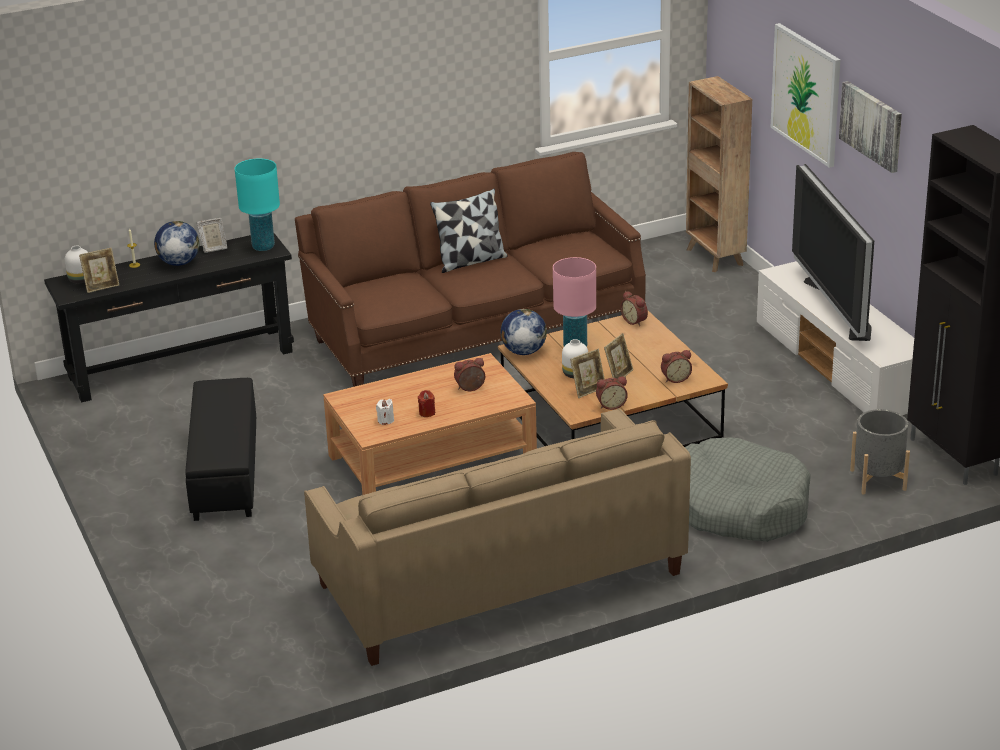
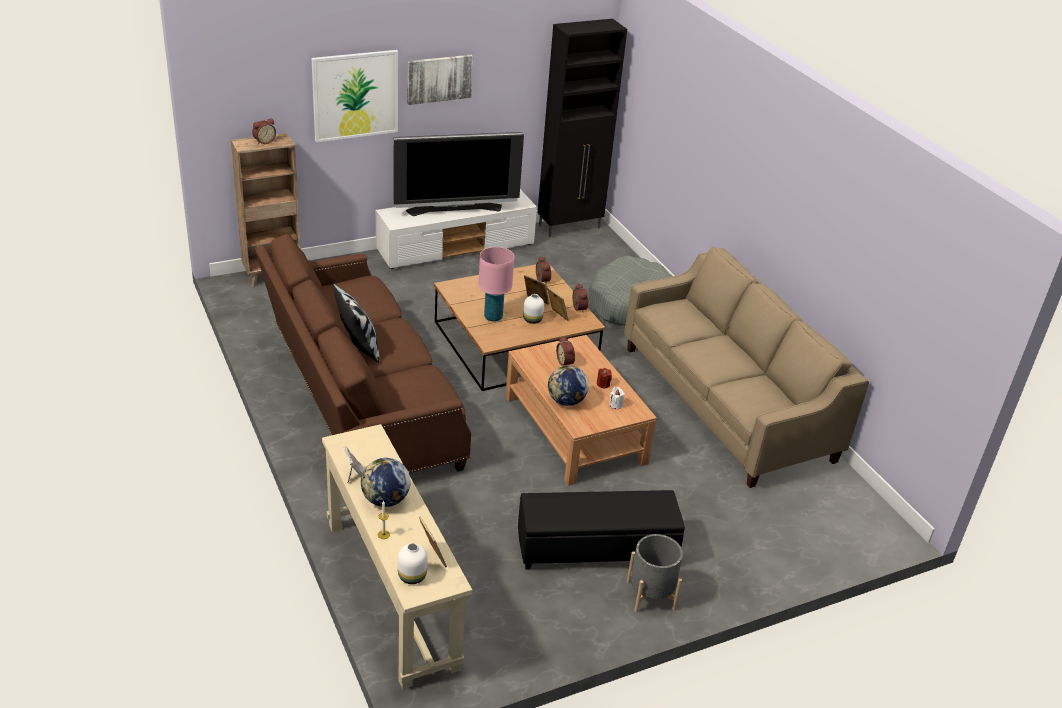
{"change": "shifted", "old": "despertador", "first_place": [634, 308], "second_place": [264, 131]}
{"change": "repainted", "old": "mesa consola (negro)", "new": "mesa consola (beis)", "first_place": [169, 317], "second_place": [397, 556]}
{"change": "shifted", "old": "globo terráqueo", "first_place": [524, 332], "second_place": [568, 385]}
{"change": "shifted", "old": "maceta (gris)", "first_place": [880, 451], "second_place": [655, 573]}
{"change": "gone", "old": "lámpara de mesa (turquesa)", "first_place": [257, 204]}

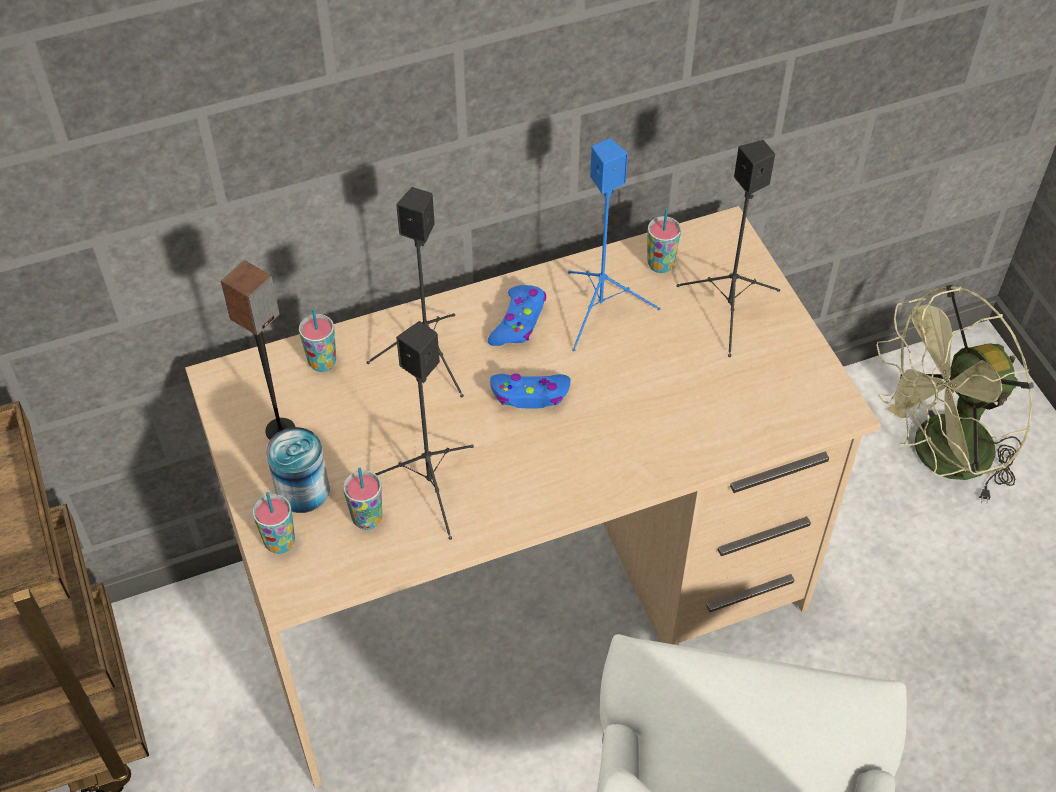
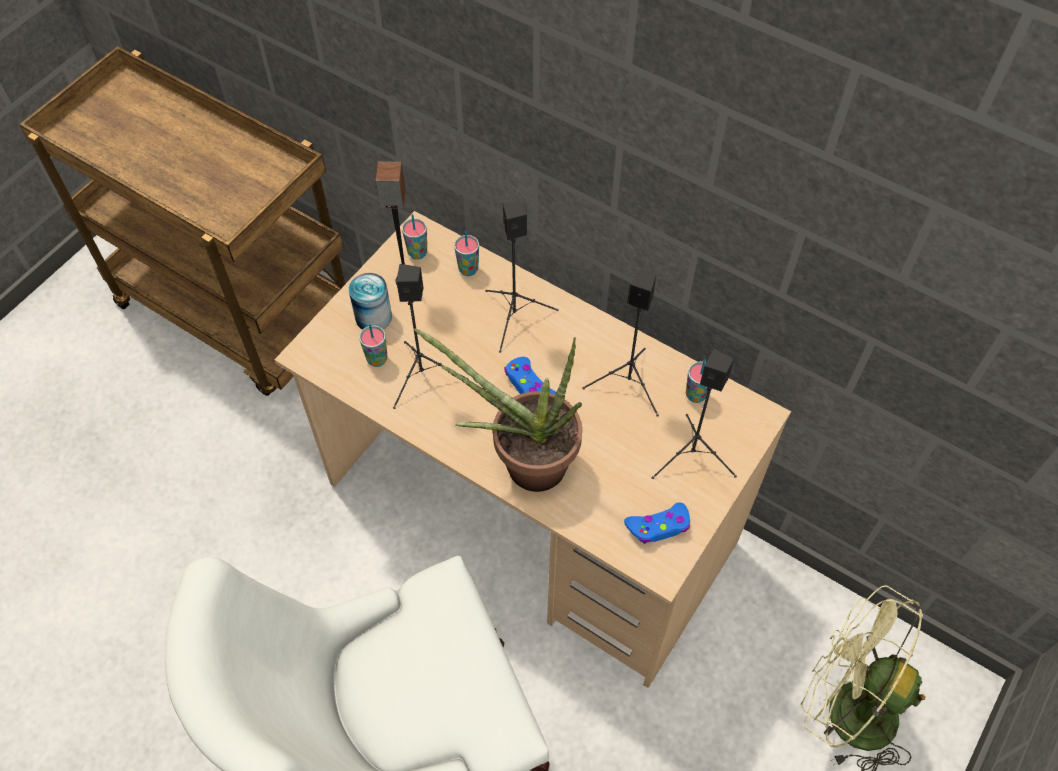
{"change": "shifted", "old": "taza", "first_place": [273, 523], "second_place": [414, 237]}
{"change": "new", "new": "planta en maceta", "second_place": [498, 410]}
{"change": "repainted", "old": "altavoz (azul)", "new": "altavoz (negro)", "first_place": [614, 244], "second_place": [620, 343]}
{"change": "shifted", "old": "mando de consola (azul)", "first_place": [517, 315], "second_place": [657, 523]}

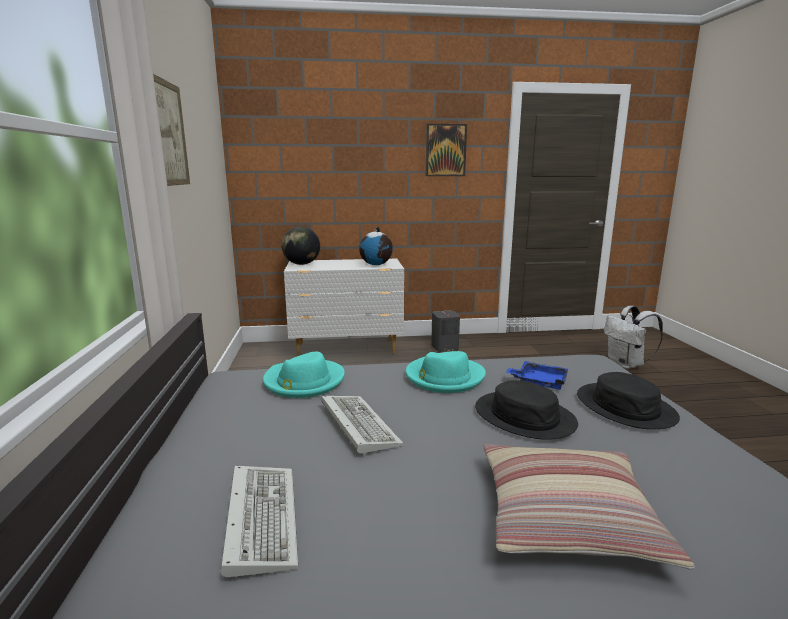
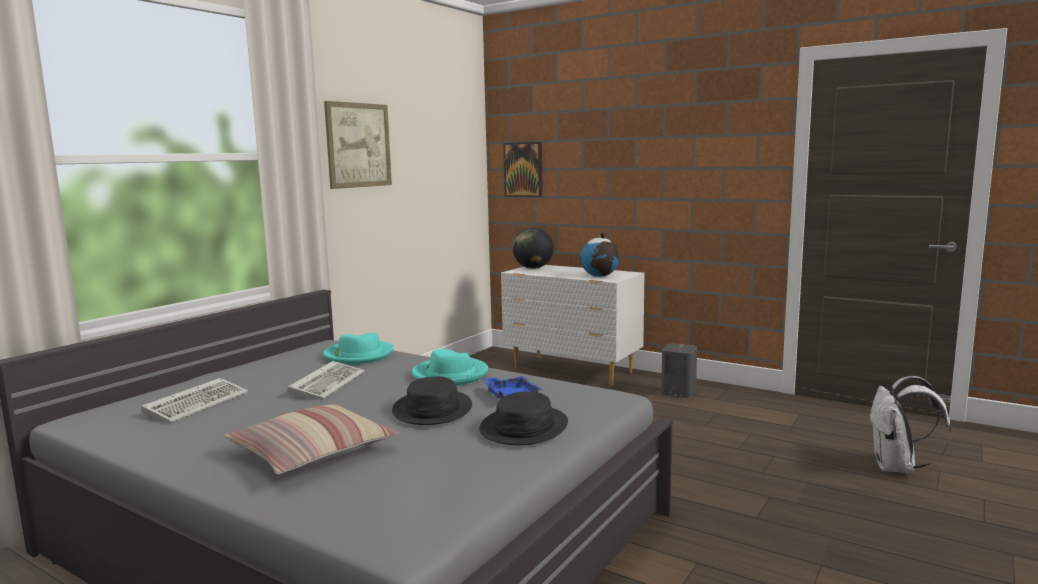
{"change": "shifted", "old": "cuadro", "first_place": [446, 150], "second_place": [523, 169]}

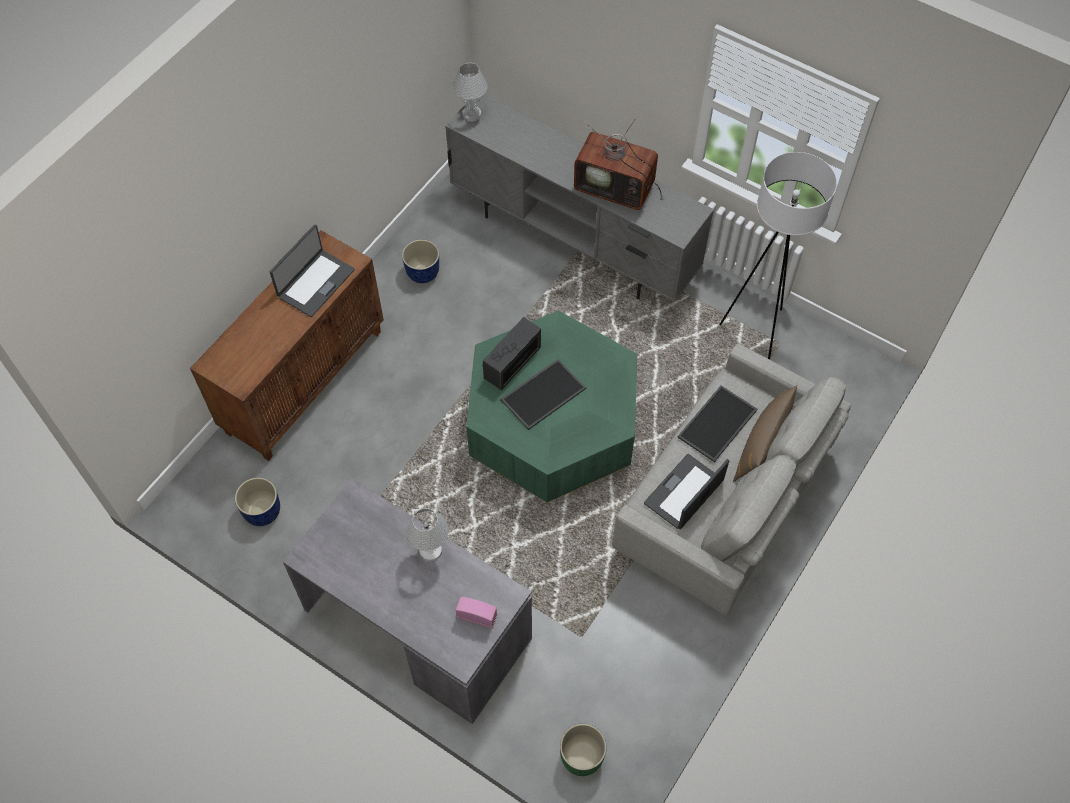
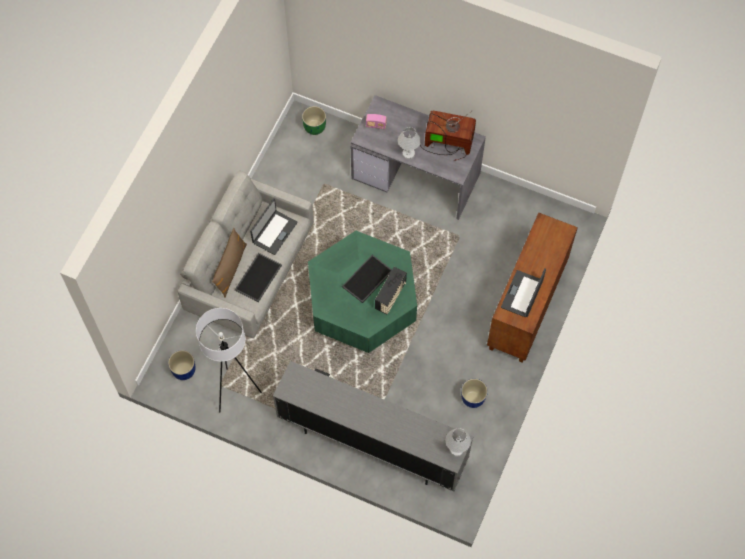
{"change": "shifted", "old": "maceta (azul)", "first_place": [257, 501], "second_place": [181, 365]}
{"change": "shifted", "old": "televisor", "first_place": [618, 164], "second_place": [448, 136]}

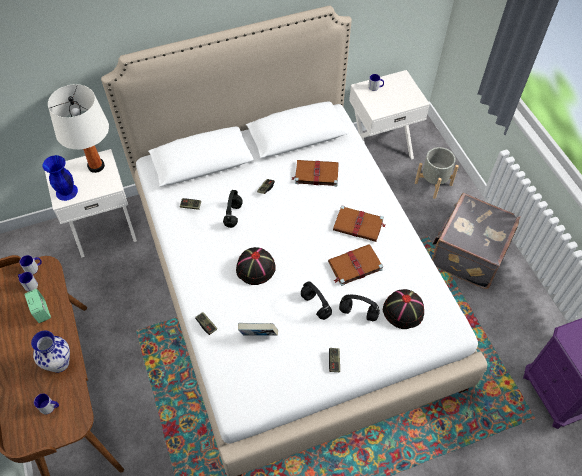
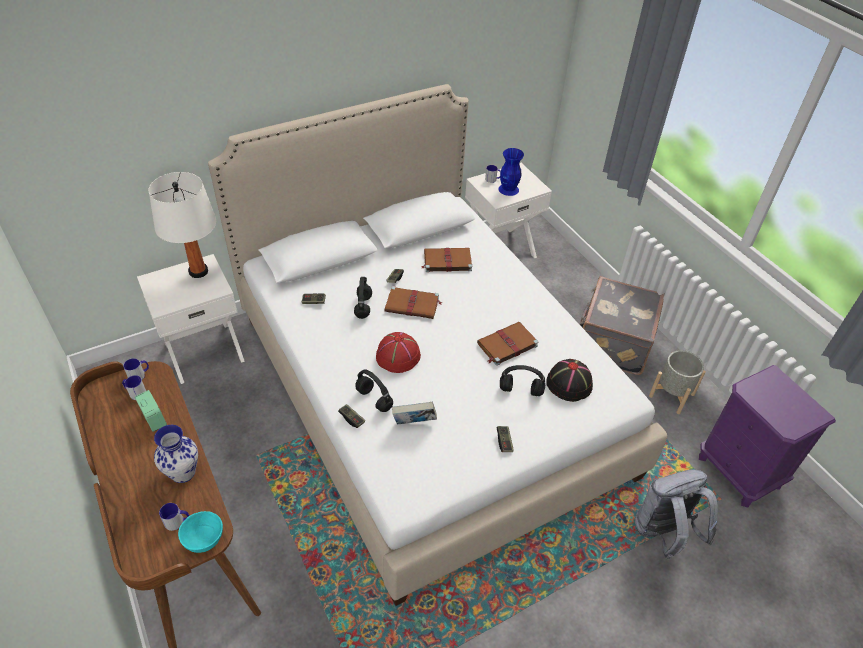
{"change": "new", "new": "cuenco (turquesa)", "second_place": [200, 532]}
{"change": "shifted", "old": "auriculares (negro)", "first_place": [316, 300], "second_place": [374, 390]}
{"change": "repainted", "old": "sombrero (negro)", "new": "sombrero (rojo)", "first_place": [256, 266], "second_place": [398, 352]}
{"change": "shifted", "old": "libro (marrón)", "first_place": [359, 224], "second_place": [413, 302]}
{"change": "shifted", "old": "florero (azul)", "first_place": [60, 178], "second_place": [511, 172]}
{"change": "new", "new": "mochila (gris)", "second_place": [676, 515]}
{"change": "shifted", "old": "maceta (gris)", "first_place": [437, 173], "second_place": [677, 382]}

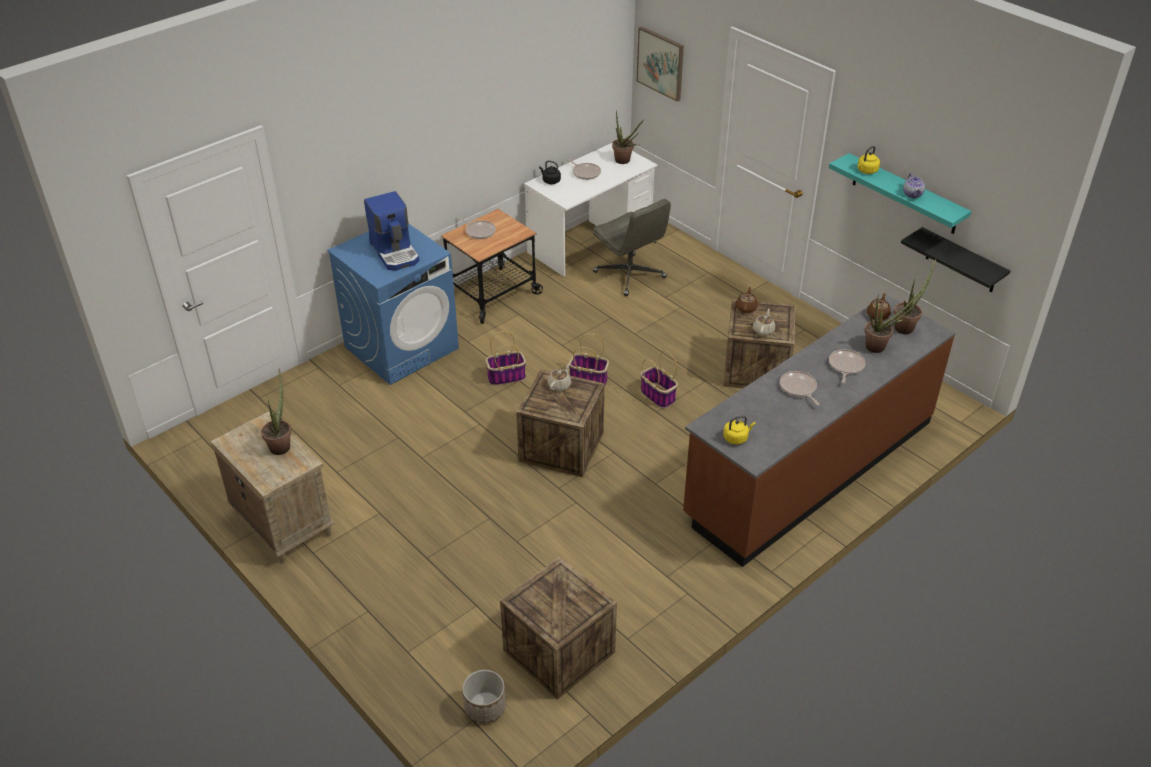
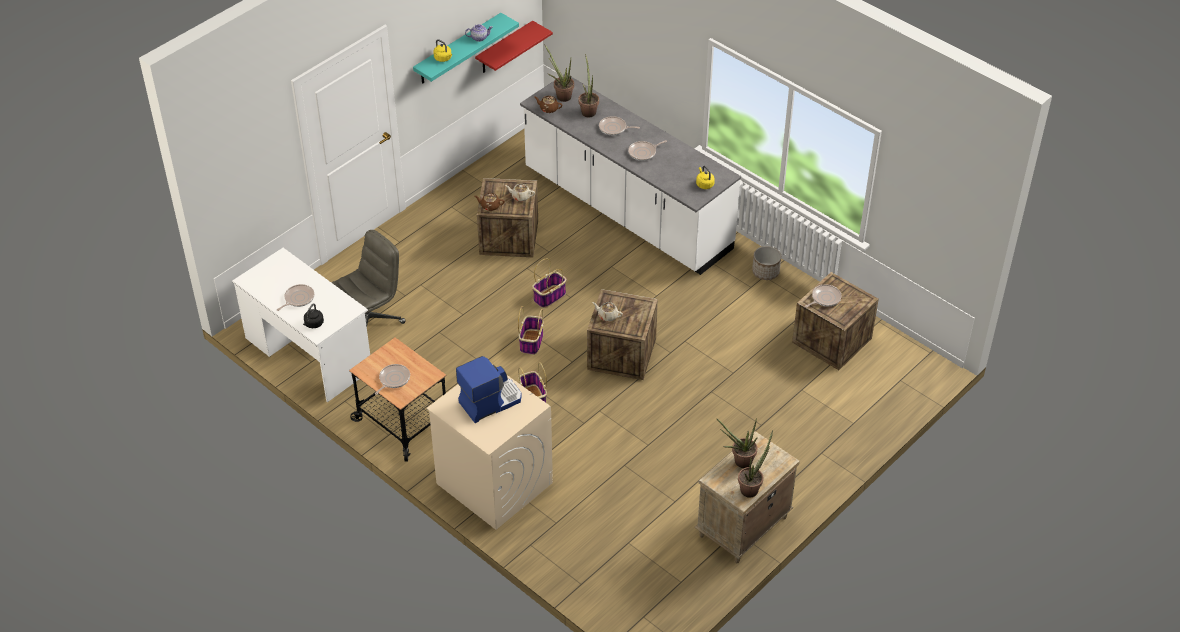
{"change": "repainted", "old": "lavadora (azul)", "new": "lavadora (beis)", "first_place": [393, 304], "second_place": [490, 447]}
{"change": "repainted", "old": "estante (negro)", "new": "estante (rojo)", "first_place": [955, 259], "second_place": [514, 47]}
{"change": "repainted", "old": "mueble bajo de cocina (marrón)", "new": "mueble bajo de cocina (blanco)", "first_place": [819, 431], "second_place": [630, 174]}
{"change": "shifted", "old": "planta en maceta", "first_place": [628, 137], "second_place": [755, 464]}
{"change": "shifted", "old": "maceta", "first_place": [484, 697], "second_place": [766, 263]}
{"change": "new", "new": "sartén", "second_place": [823, 296]}
{"change": "gone", "old": "cuadro", "first_place": [660, 64]}

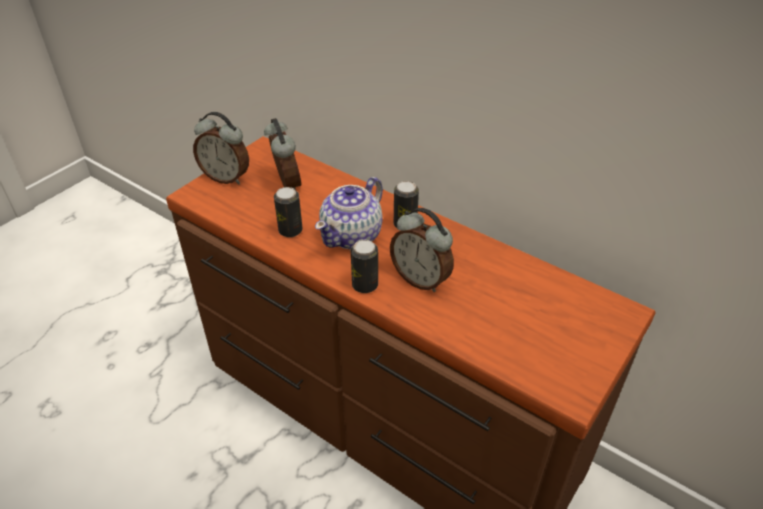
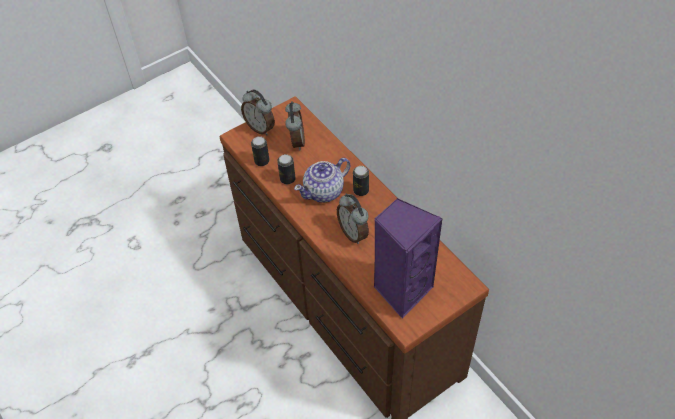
{"change": "shifted", "old": "lata", "first_place": [364, 266], "second_place": [260, 151]}
{"change": "new", "new": "altavoz (morado)", "second_place": [408, 258]}

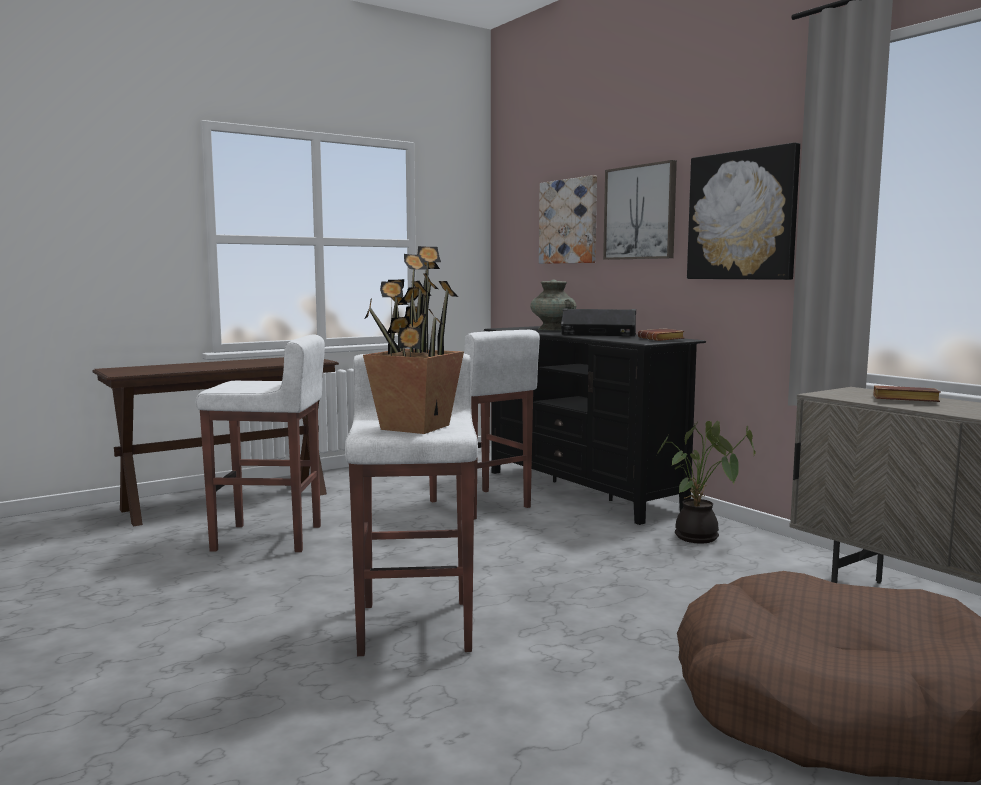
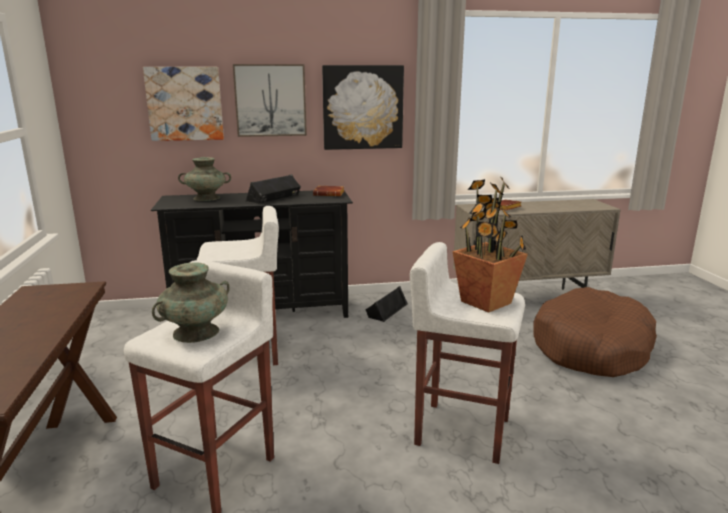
{"change": "new", "new": "florero (turquesa)", "second_place": [191, 302]}
{"change": "swapped", "old": "planta en maceta", "new": "altavoz (negro)", "first_place": [706, 482], "second_place": [387, 304]}

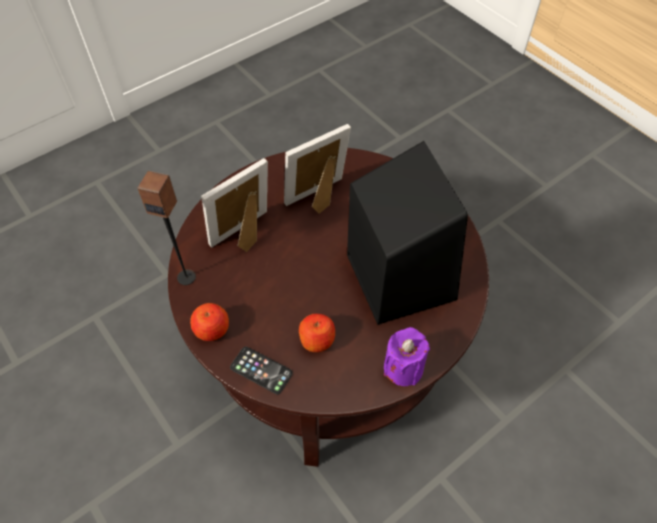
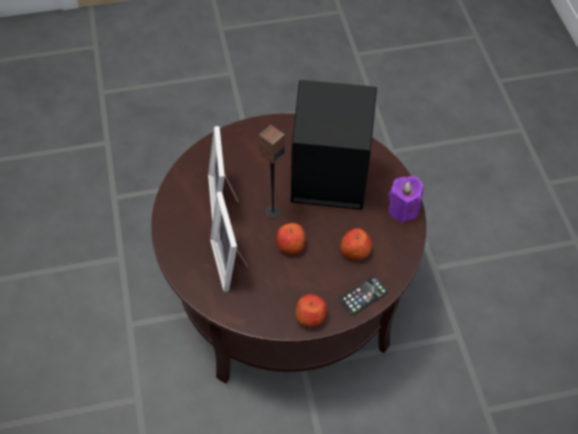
{"change": "shifted", "old": "altavoz", "first_place": [166, 227], "second_place": [272, 172]}
{"change": "new", "new": "manzana", "second_place": [290, 238]}

